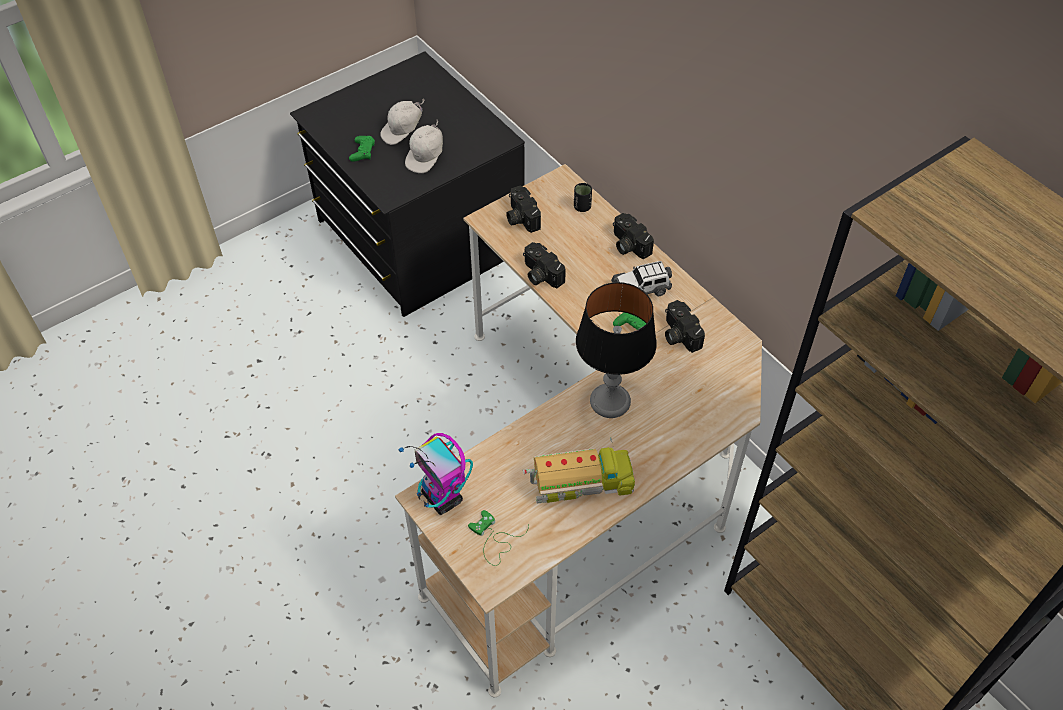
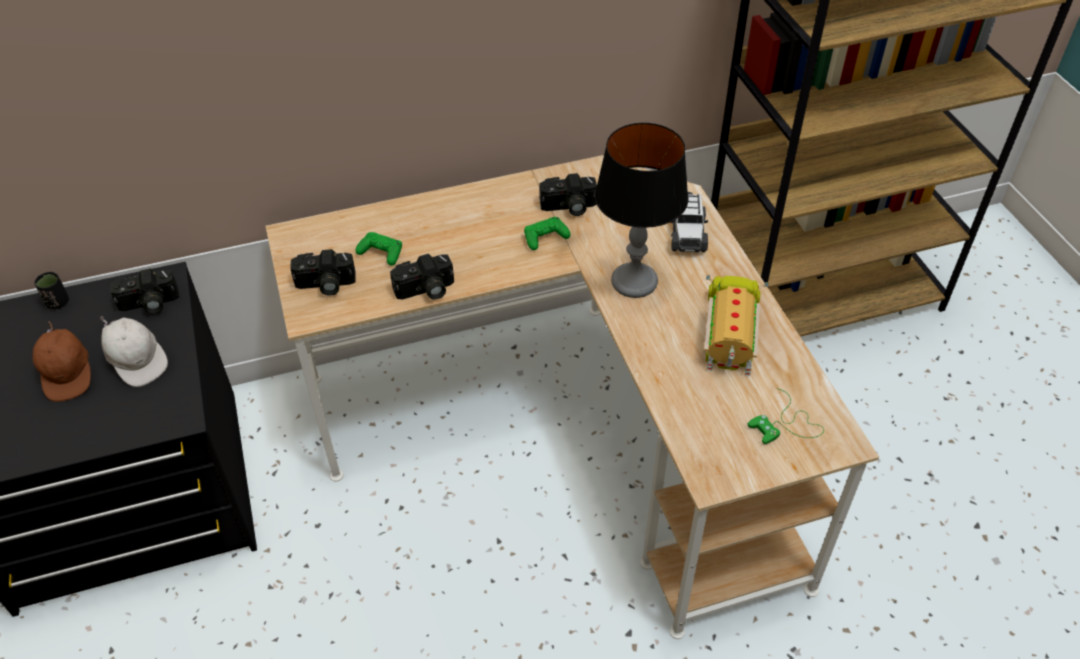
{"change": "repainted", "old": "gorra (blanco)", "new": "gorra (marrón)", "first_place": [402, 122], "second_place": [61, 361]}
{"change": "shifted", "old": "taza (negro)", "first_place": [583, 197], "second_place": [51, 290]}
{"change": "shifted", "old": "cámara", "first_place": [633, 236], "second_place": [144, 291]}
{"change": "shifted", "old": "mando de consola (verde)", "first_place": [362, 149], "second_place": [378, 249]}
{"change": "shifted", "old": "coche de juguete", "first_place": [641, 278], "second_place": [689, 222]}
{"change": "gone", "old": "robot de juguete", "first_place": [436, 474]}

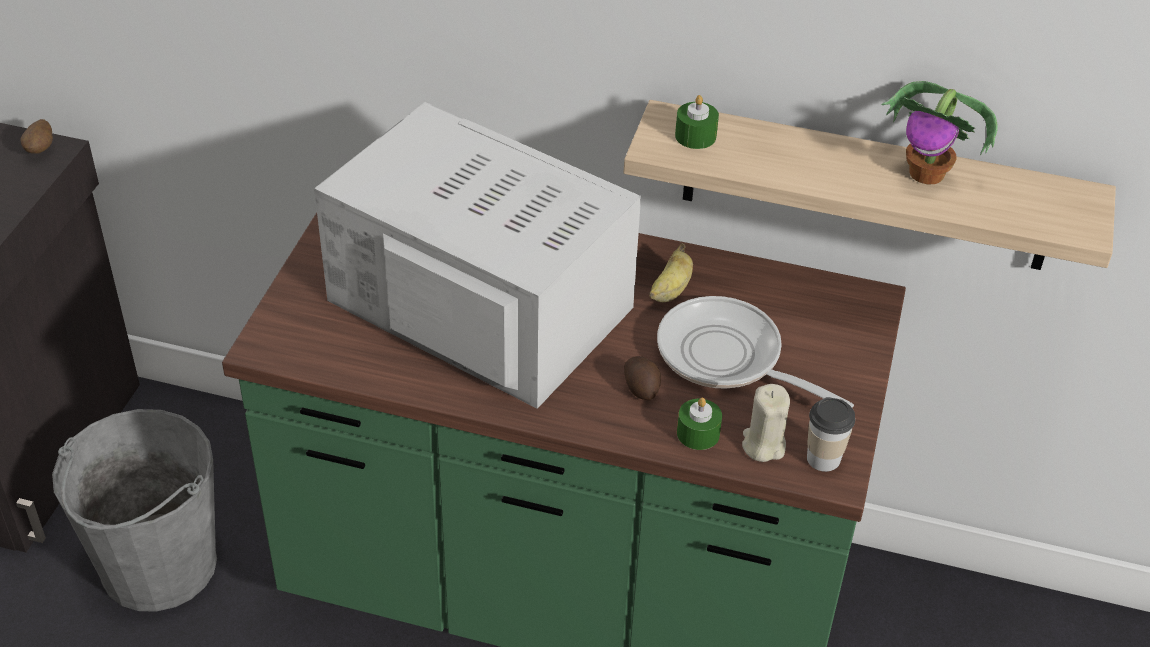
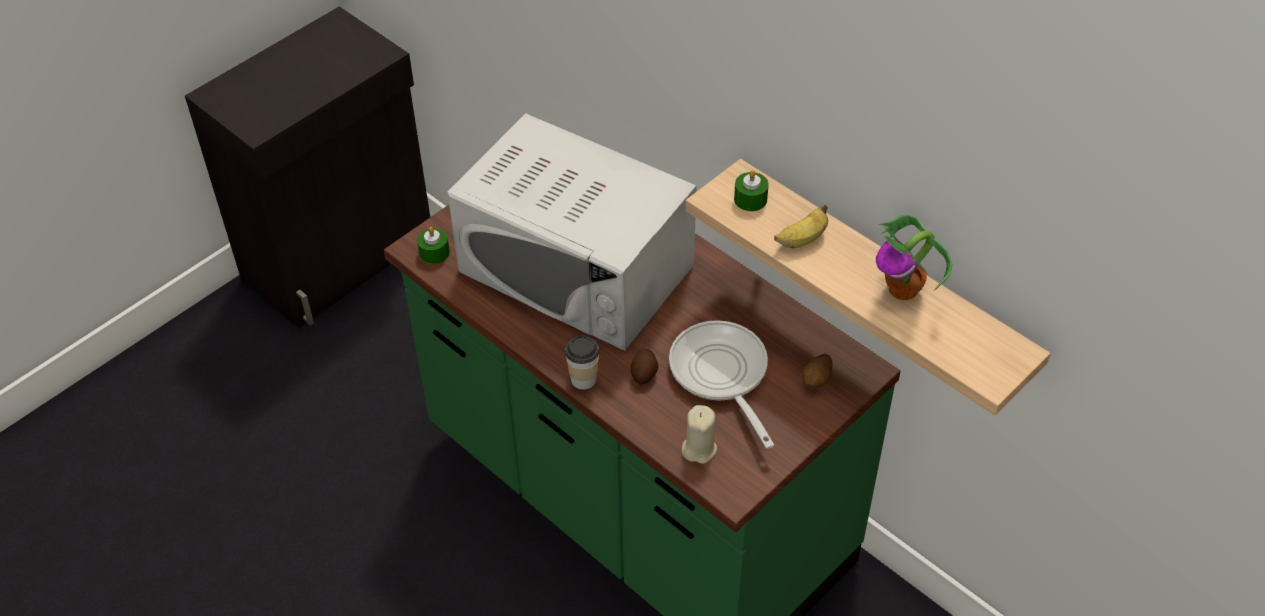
{"change": "shifted", "old": "vela (verde)", "first_place": [699, 424], "second_place": [433, 245]}
{"change": "rotated", "old": "microondas (blanco)", "first_place": [477, 255], "second_place": [572, 231], "degrees": 150}
{"change": "shifted", "old": "taza", "first_place": [831, 434], "second_place": [582, 362]}
{"change": "shifted", "old": "plátano", "first_place": [671, 272], "second_place": [801, 226]}
{"change": "shifted", "old": "patata", "first_place": [37, 136], "second_place": [817, 371]}
{"change": "gone", "old": "cubo (gris)", "first_place": [134, 510]}

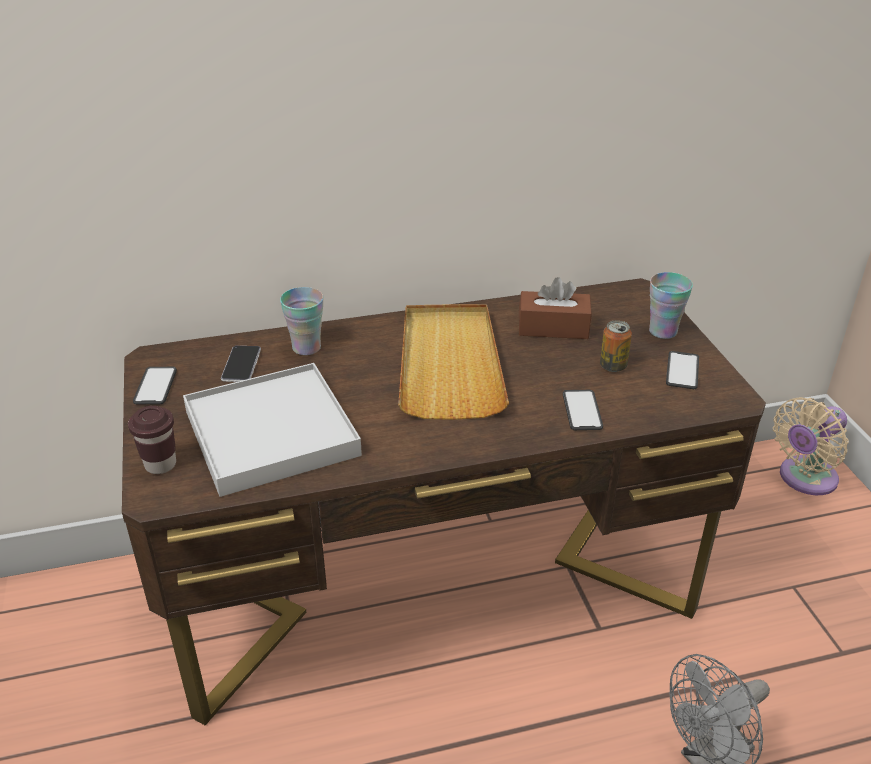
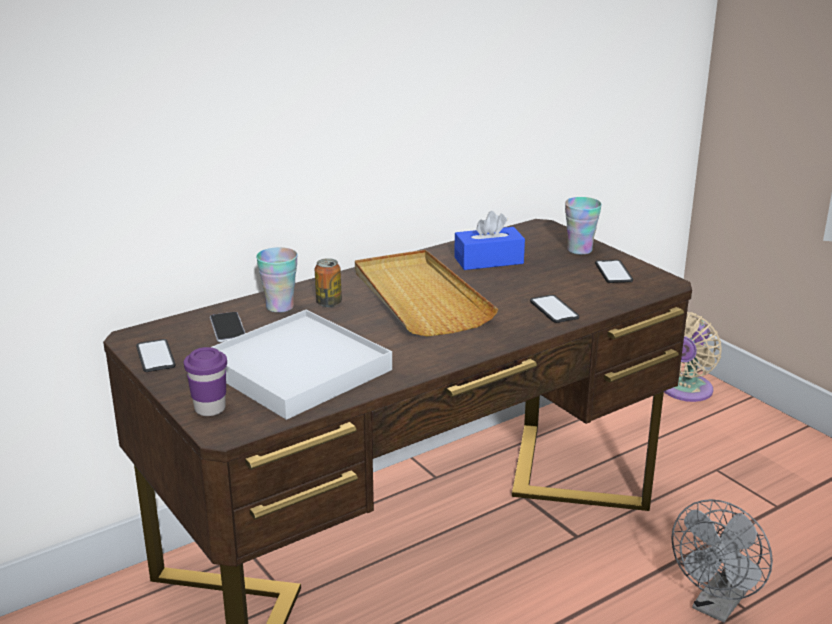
{"change": "repainted", "old": "taza (marrón)", "new": "taza (morado)", "first_place": [152, 440], "second_place": [205, 381]}
{"change": "shifted", "old": "lata", "first_place": [616, 346], "second_place": [328, 282]}
{"change": "repainted", "old": "caja de pañuelos (marrón)", "new": "caja de pañuelos (azul)", "first_place": [555, 308], "second_place": [489, 240]}

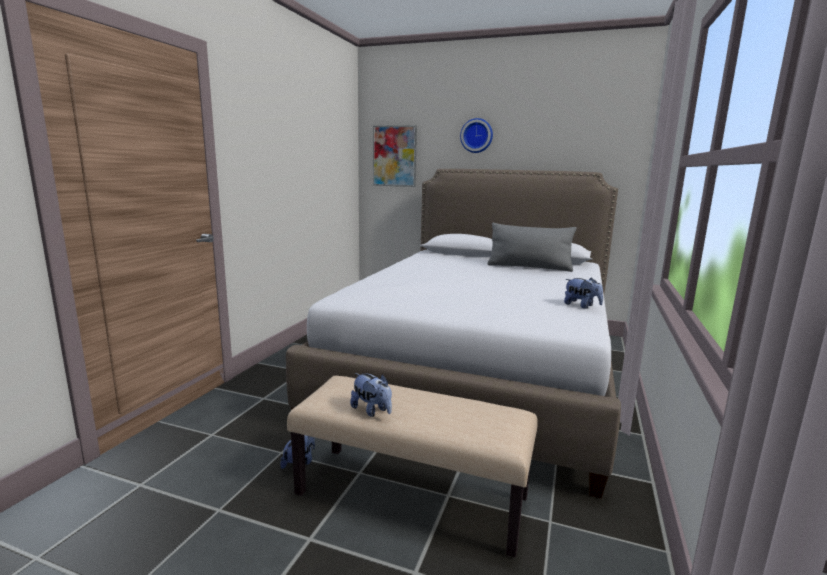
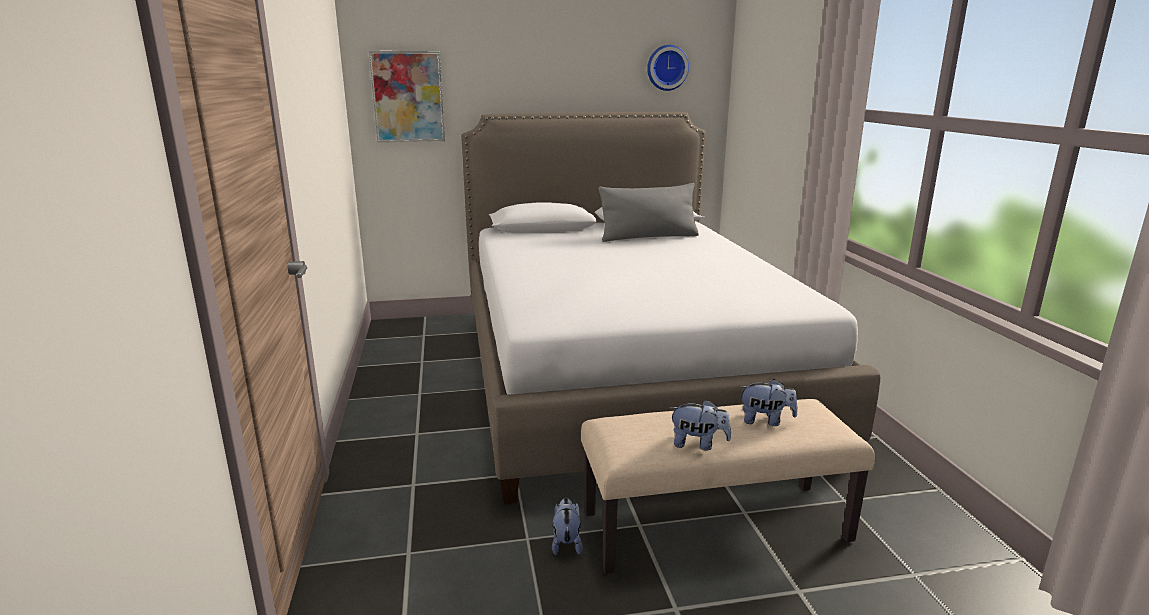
{"change": "shifted", "old": "reloj de pared", "first_place": [476, 135], "second_place": [668, 68]}
{"change": "shifted", "old": "peluche", "first_place": [583, 293], "second_place": [768, 402]}

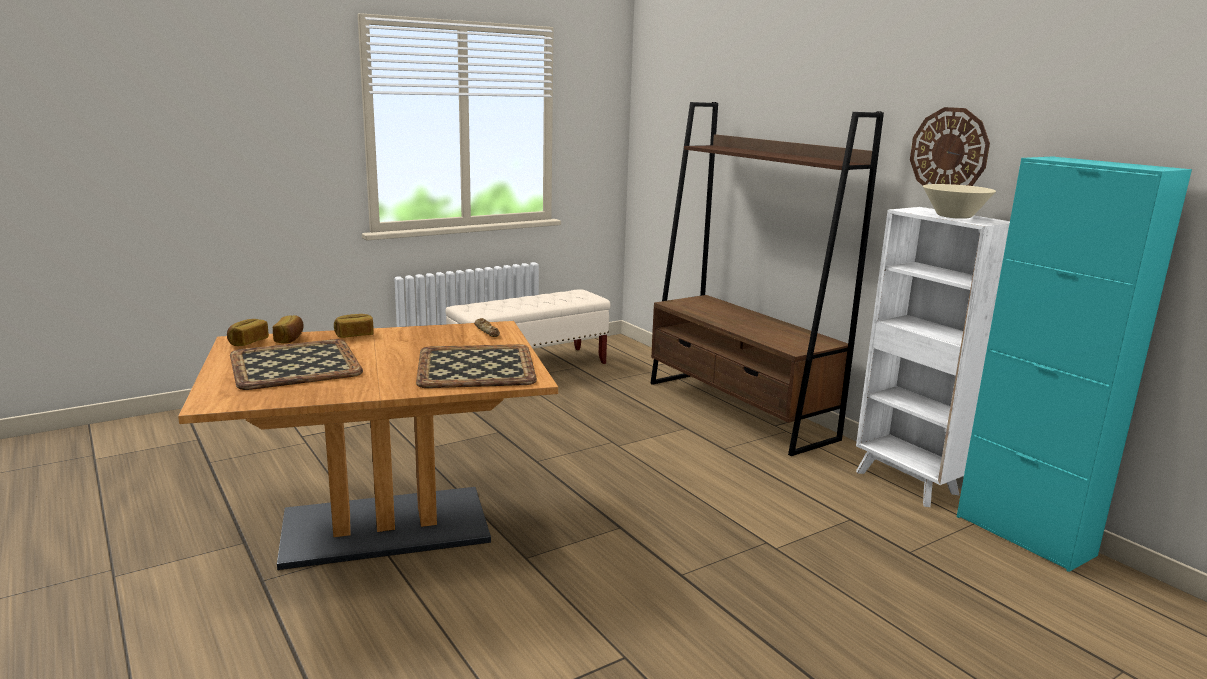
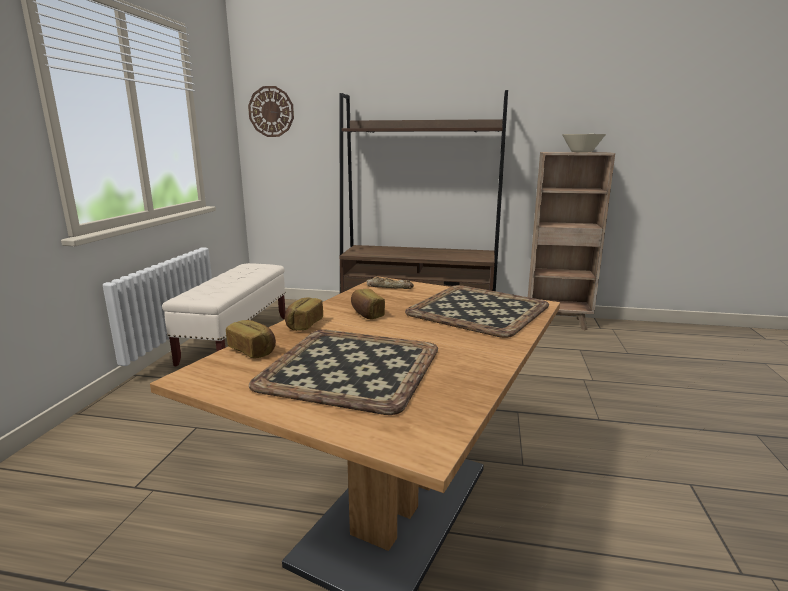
{"change": "shifted", "old": "reloj de pared", "first_place": [950, 146], "second_place": [271, 111]}
{"change": "shifted", "old": "pan", "first_place": [248, 332], "second_place": [368, 304]}
{"change": "repainted", "old": "estantería (blanco)", "new": "estantería (marrón)", "first_place": [933, 357], "second_place": [571, 241]}
{"change": "gone", "old": "armario (turquesa)", "first_place": [1074, 364]}

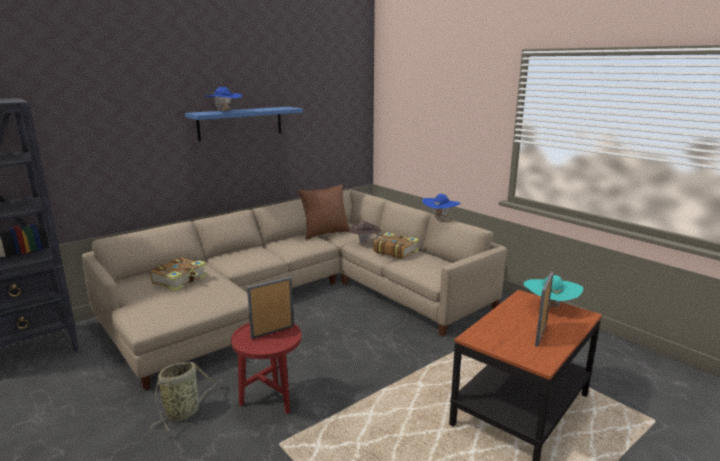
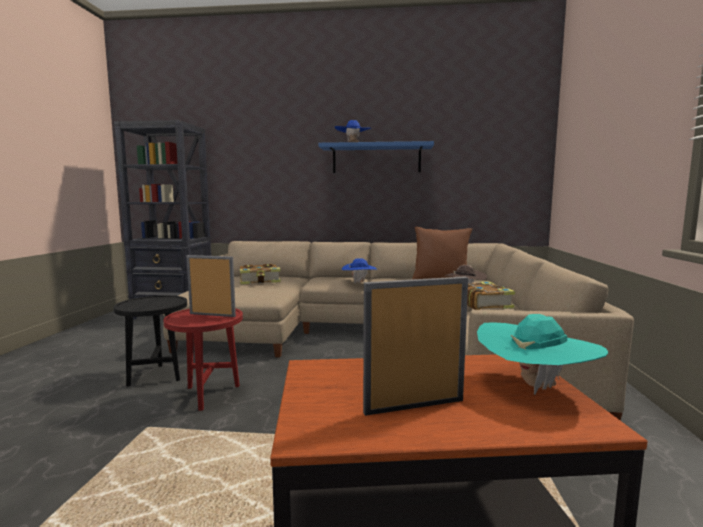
{"change": "swapped", "old": "cesta", "new": "mesa auxiliar (negro)", "first_place": [186, 396], "second_place": [150, 341]}
{"change": "shifted", "old": "sombrero (azul)", "first_place": [441, 206], "second_place": [359, 271]}

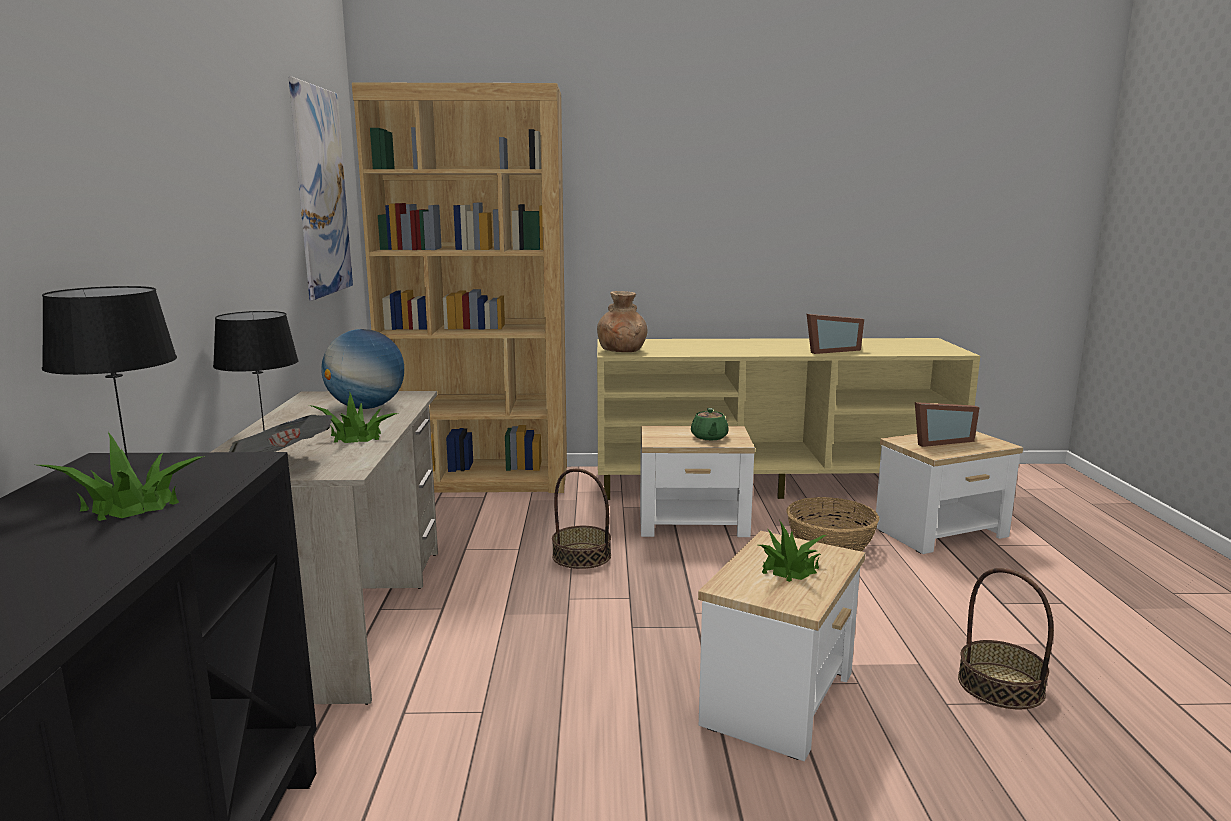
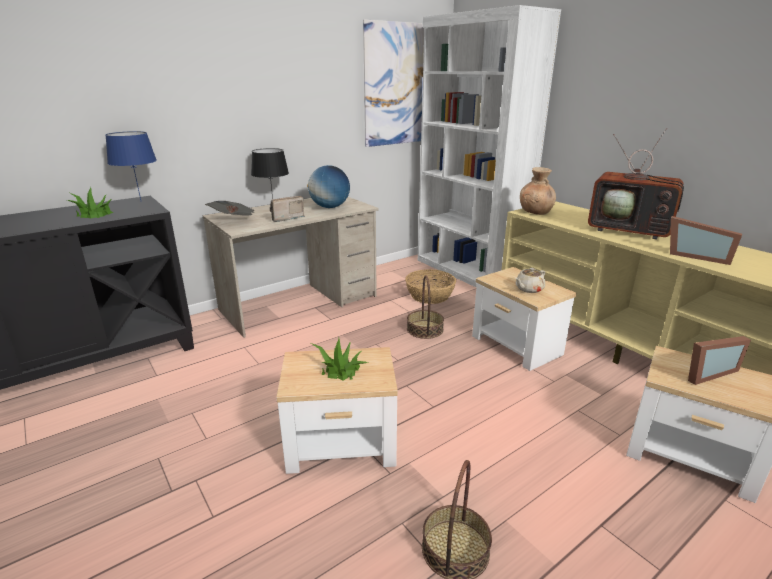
{"change": "repainted", "old": "lámpara de mesa (negro)", "new": "lámpara de mesa (azul)", "first_place": [109, 372], "second_place": [131, 165]}
{"change": "swapped", "old": "planta en maceta", "new": "radio", "first_place": [354, 417], "second_place": [287, 209]}
{"change": "shifted", "old": "cesta", "first_place": [832, 524], "second_place": [430, 286]}
{"change": "repainted", "old": "estantería (marrón)", "new": "estantería (blanco)", "first_place": [459, 287], "second_place": [489, 146]}
{"change": "repainted", "old": "tetera (verde)", "new": "tetera (beis)", "first_place": [710, 424], "second_place": [530, 280]}
{"change": "new", "new": "televisor", "second_place": [636, 184]}
{"change": "rotated", "old": "portarretratos", "first_place": [947, 424], "second_place": [719, 360], "degrees": -60}

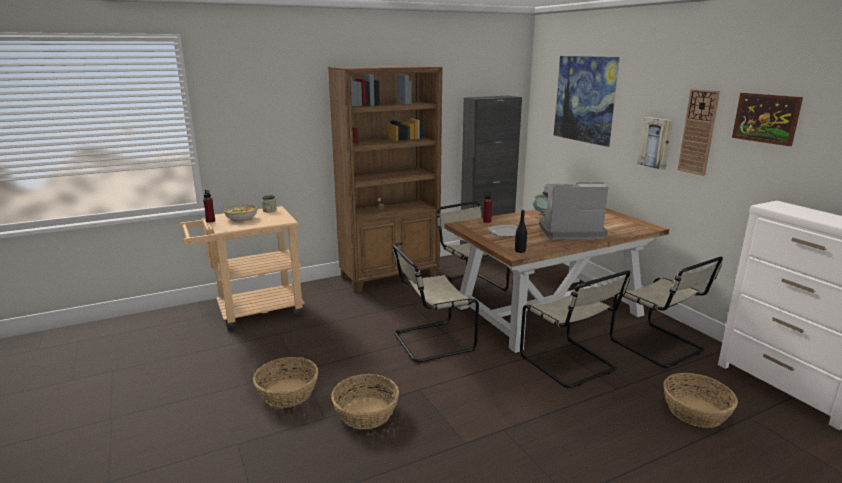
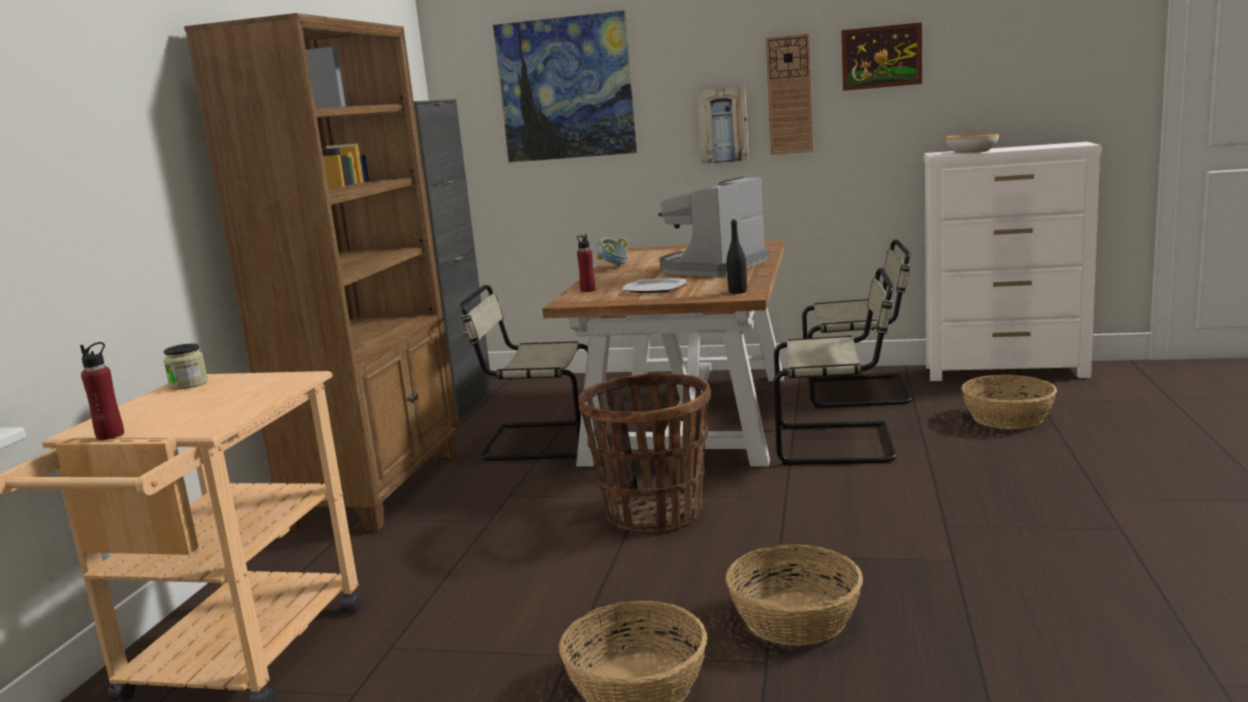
{"change": "swapped", "old": "silla (beis)", "new": "cesta", "first_place": [435, 303], "second_place": [644, 452]}
{"change": "shifted", "old": "cuenco", "first_place": [240, 213], "second_place": [972, 143]}

